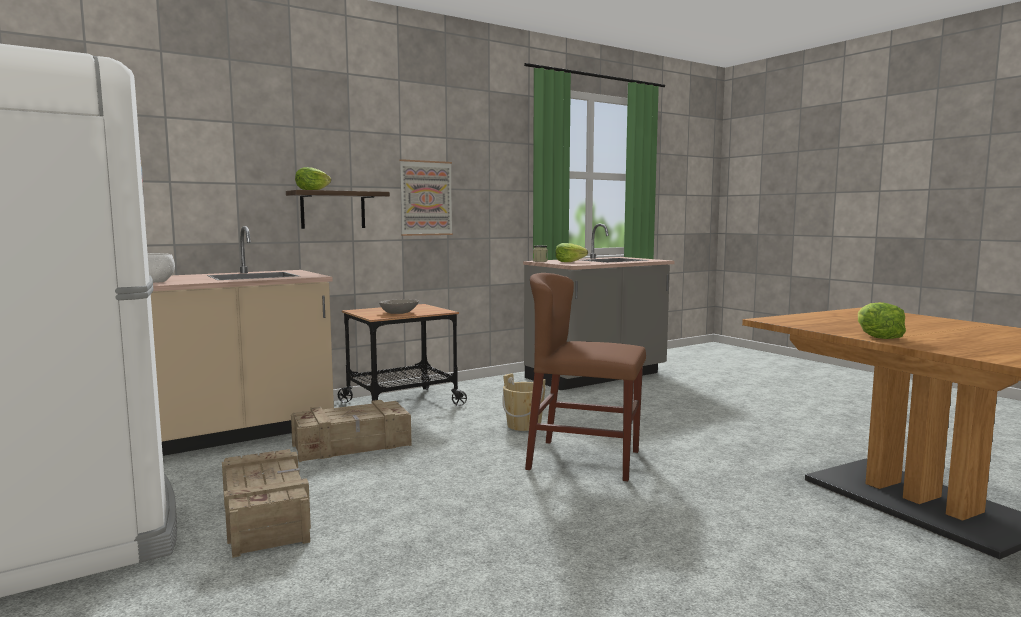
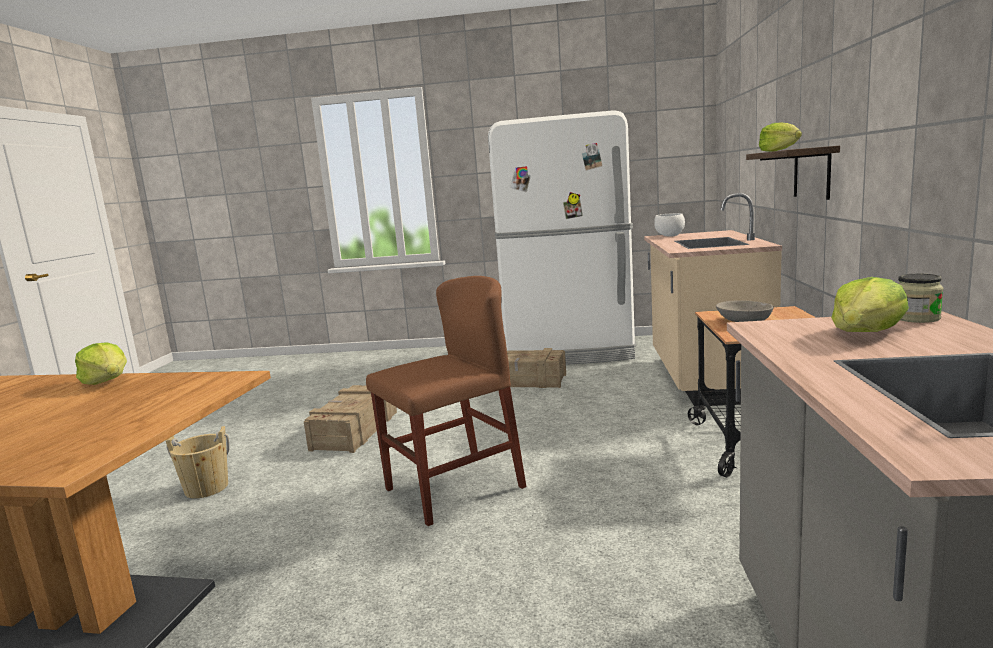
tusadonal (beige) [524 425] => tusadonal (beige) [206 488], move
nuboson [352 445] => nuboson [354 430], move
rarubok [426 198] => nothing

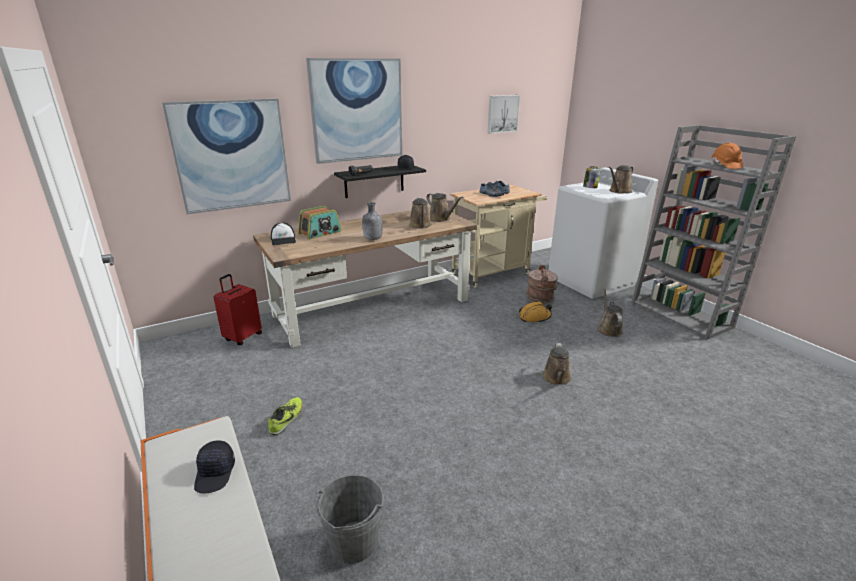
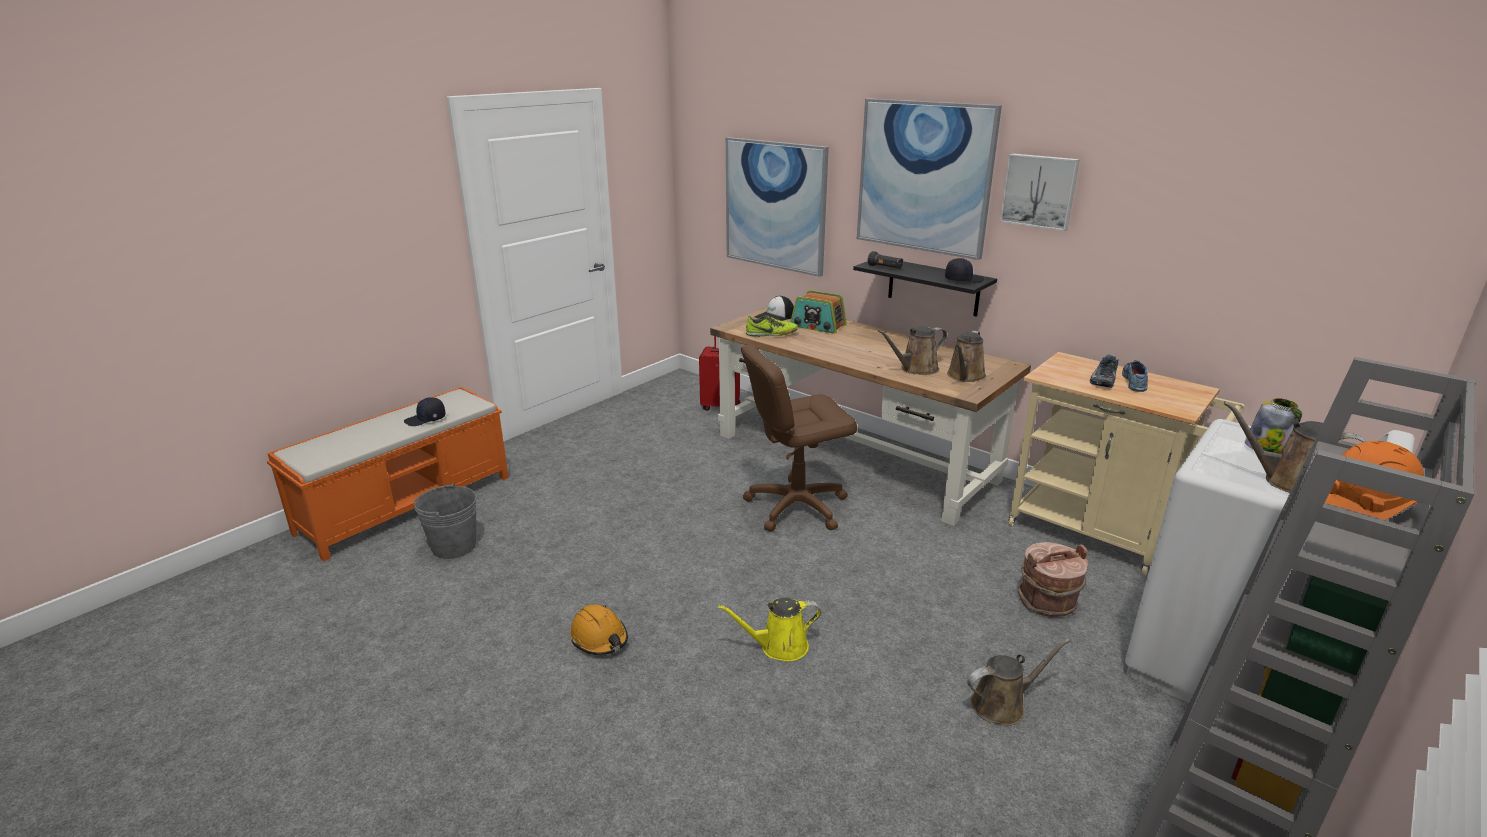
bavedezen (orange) [534 317] => bavedezen (orange) [599 638], move
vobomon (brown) [557 379] => vobomon (yellow) [779 646]
nothing => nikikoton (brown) [796 506]
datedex [287 419] => datedex [771 334], move
rarubok [502 113] => rarubok [1039 191], move
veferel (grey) [372 239] => nothing

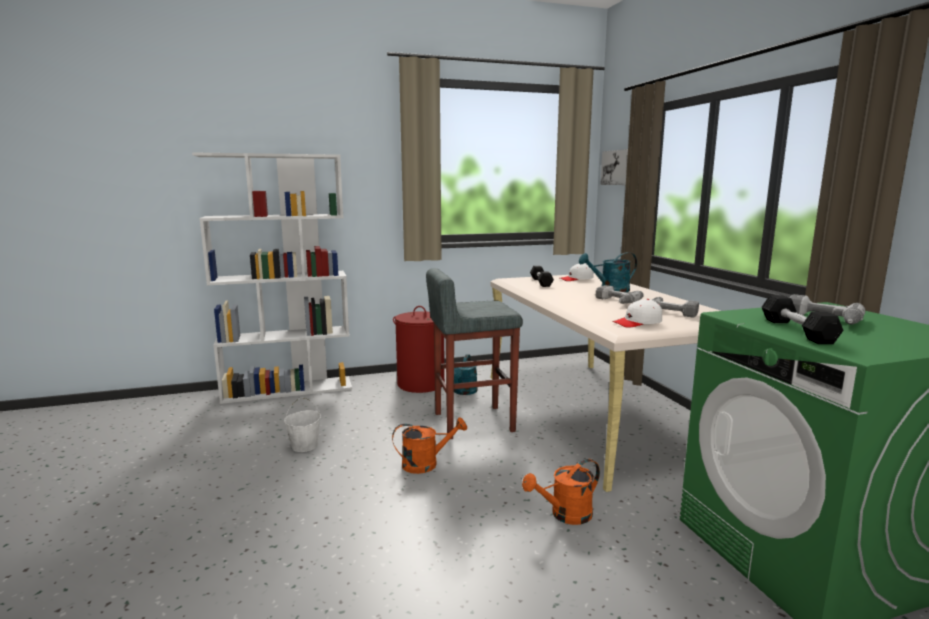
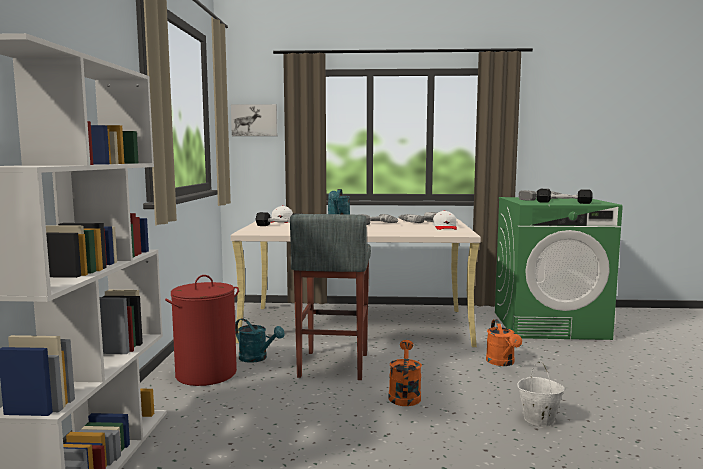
tusadonal (white) [304 446] => tusadonal (white) [538 419], move

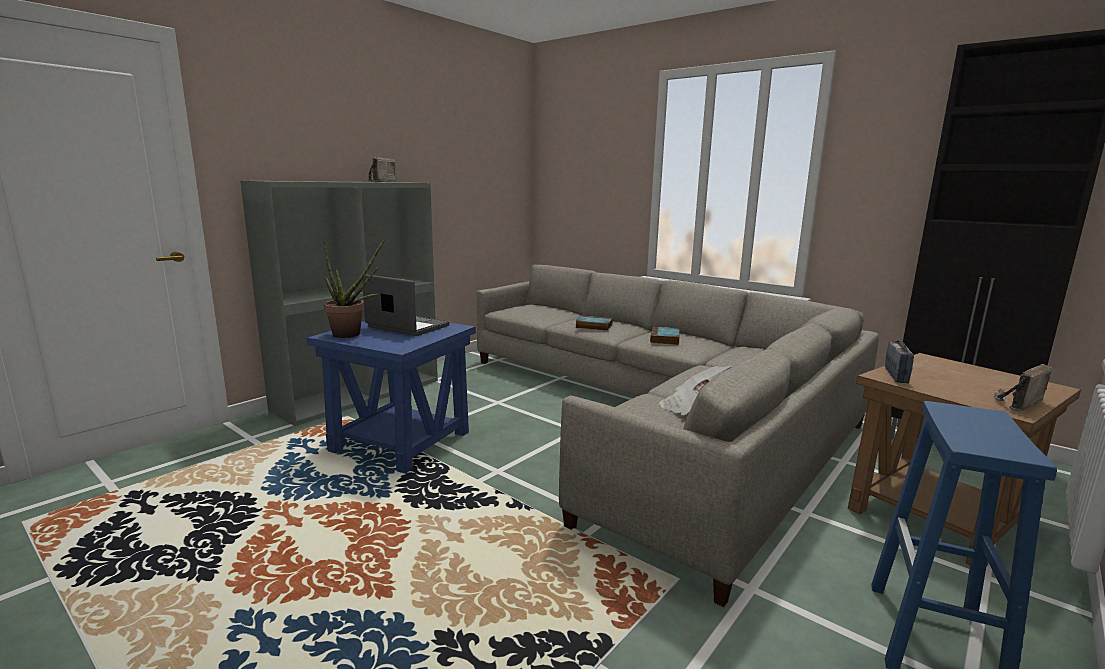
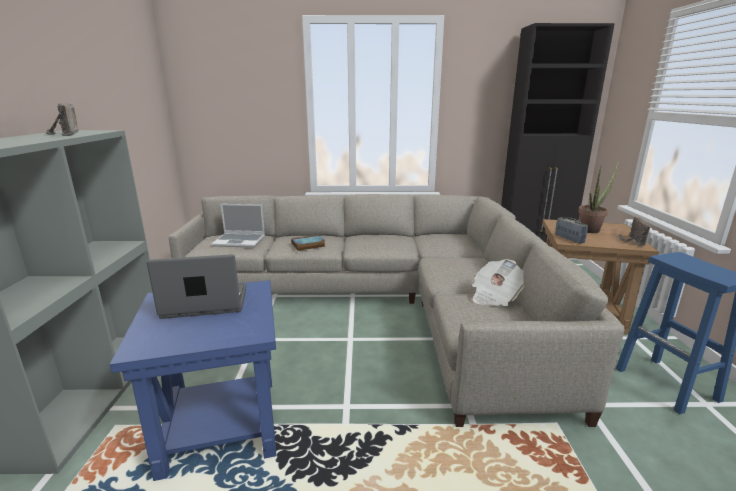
nothing => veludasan [240 241]
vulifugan [352 334] => vulifugan [591 229], move
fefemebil [665 339] => nothing

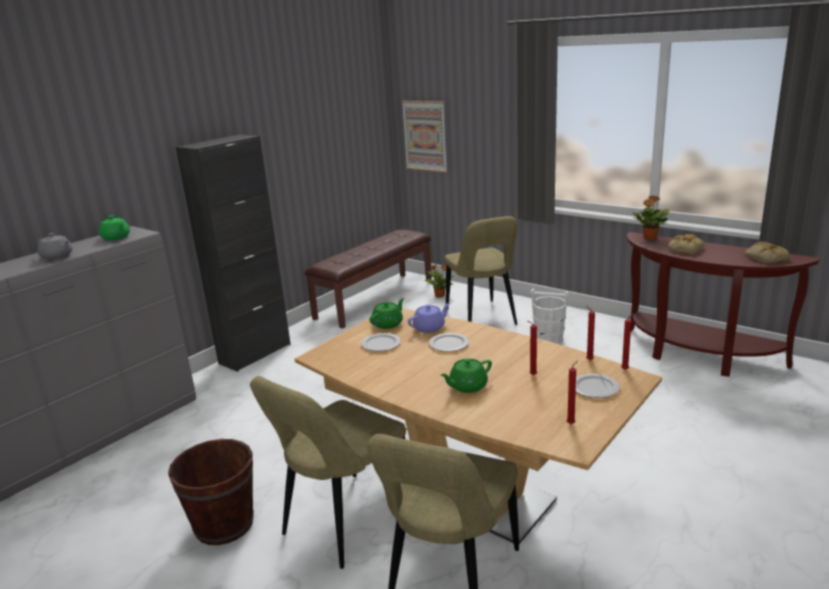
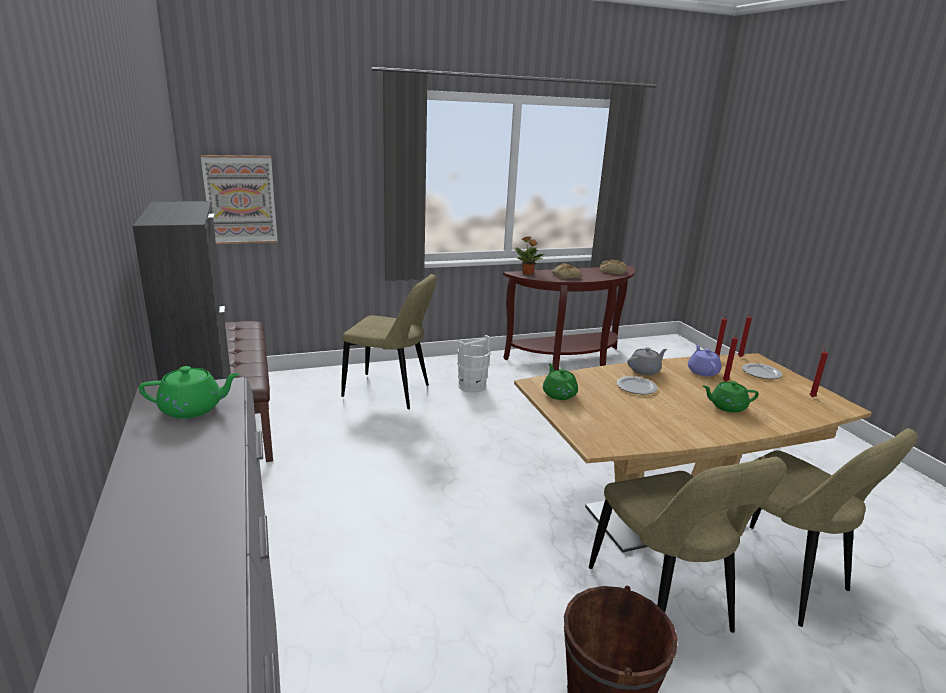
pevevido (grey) [57 256] => pevevido (grey) [645 370], move
pevevido (purple) [430 327] => pevevido (purple) [702 371], move
pevevido (green) [467 386] => pevevido (green) [726 407], 90 degrees clockwise
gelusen [381 344] => nothing
vulifugan [439 295] => nothing

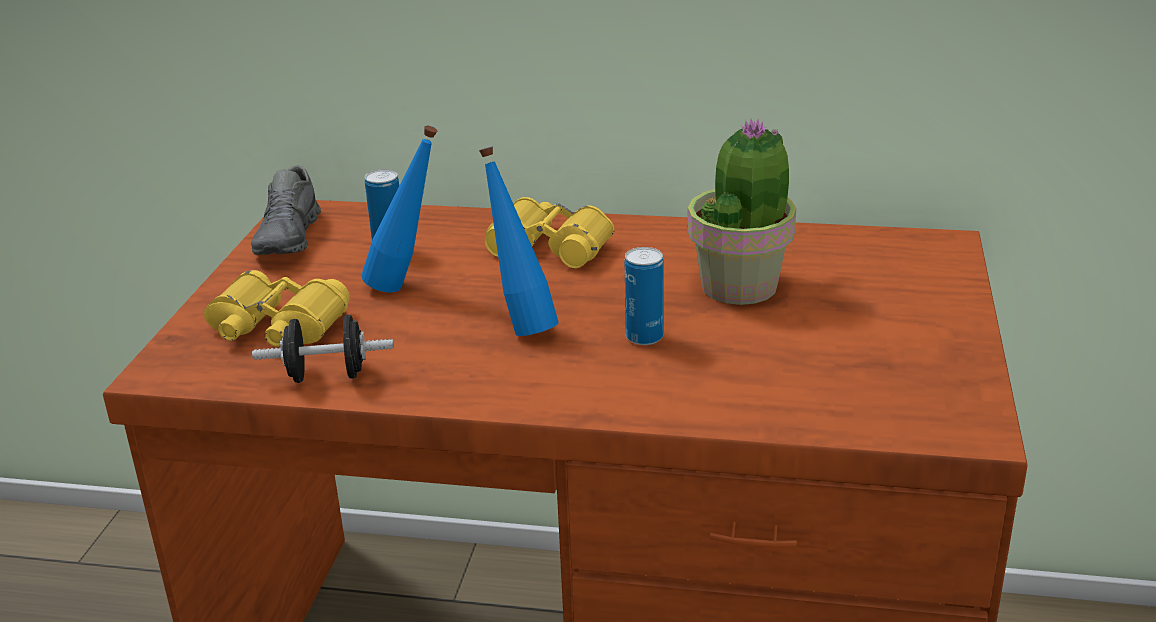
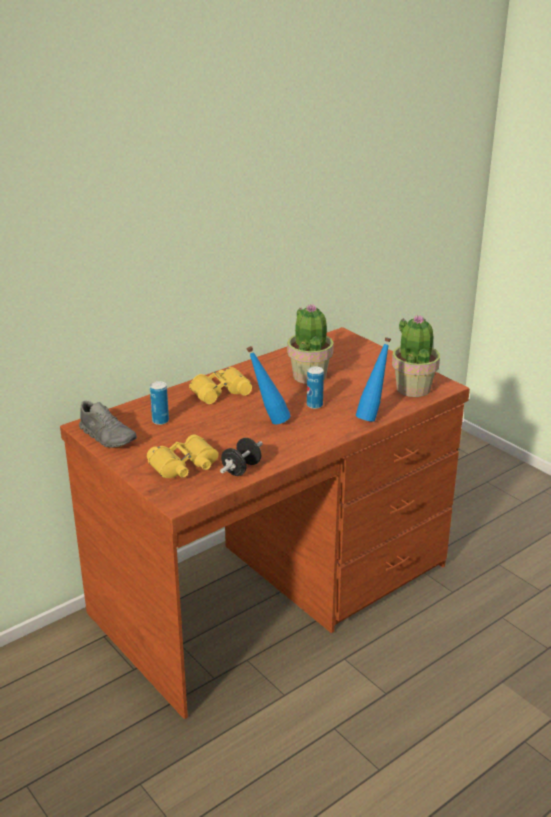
veferel (blue) [407 287] => veferel (blue) [372 416], move
nothing => vulifugan [413 388]

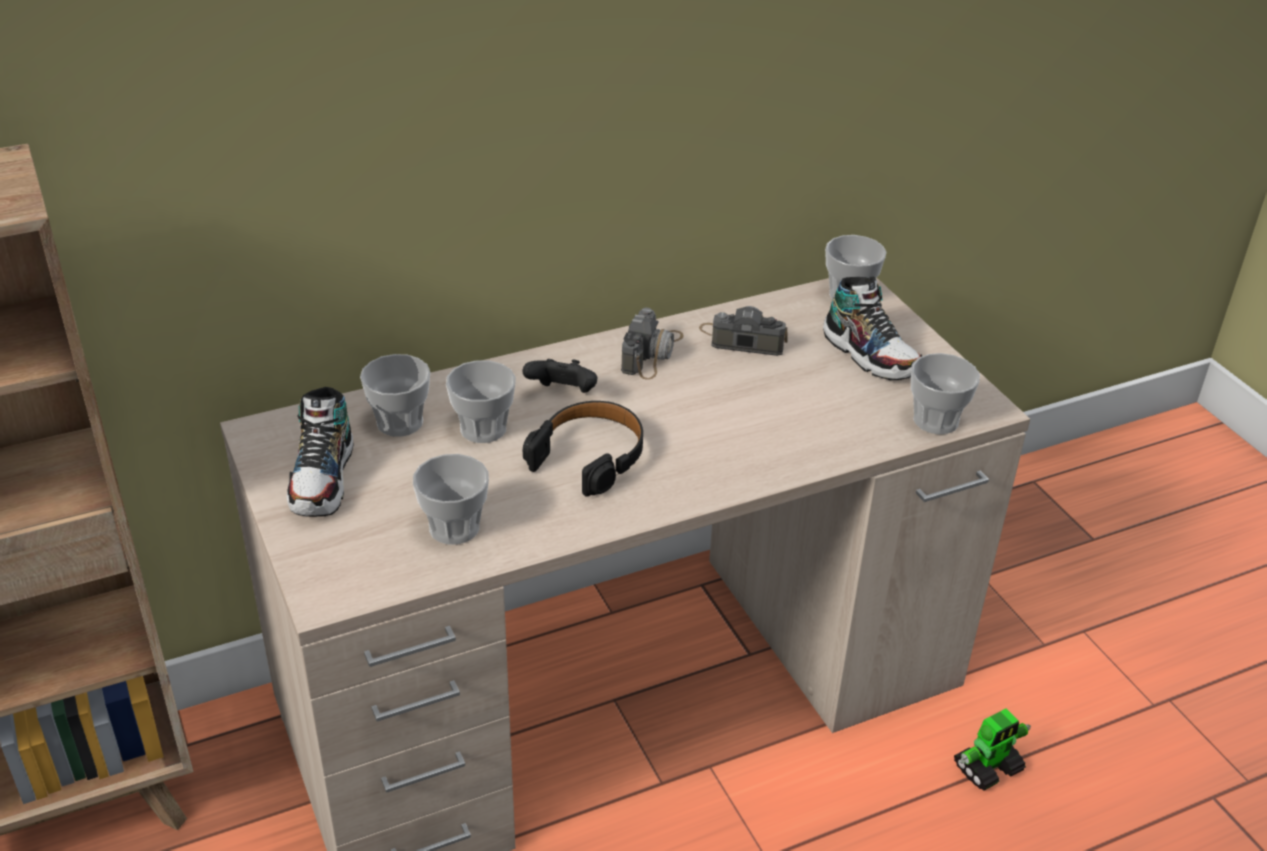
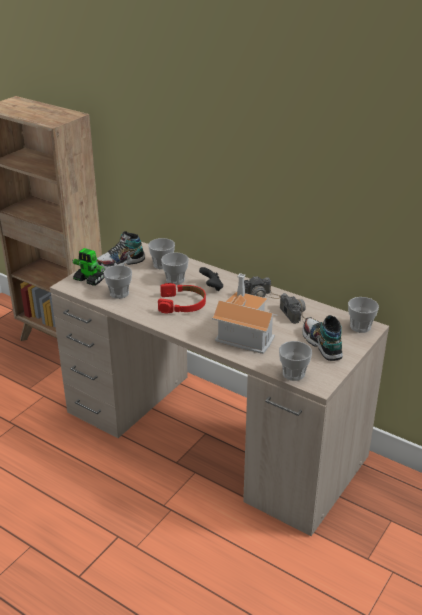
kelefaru [988 767] => kelefaru [90 280], move
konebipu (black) [589 456] => konebipu (red) [182 304]
nothing => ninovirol [244 332]
datedex [871 354] => datedex [321 344], 135 degrees clockwise

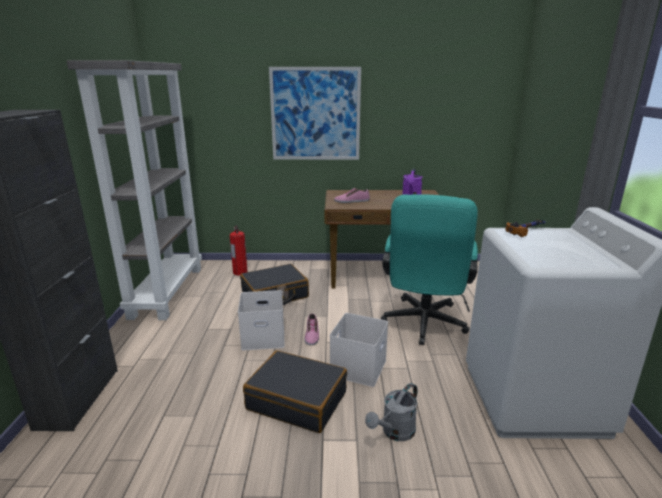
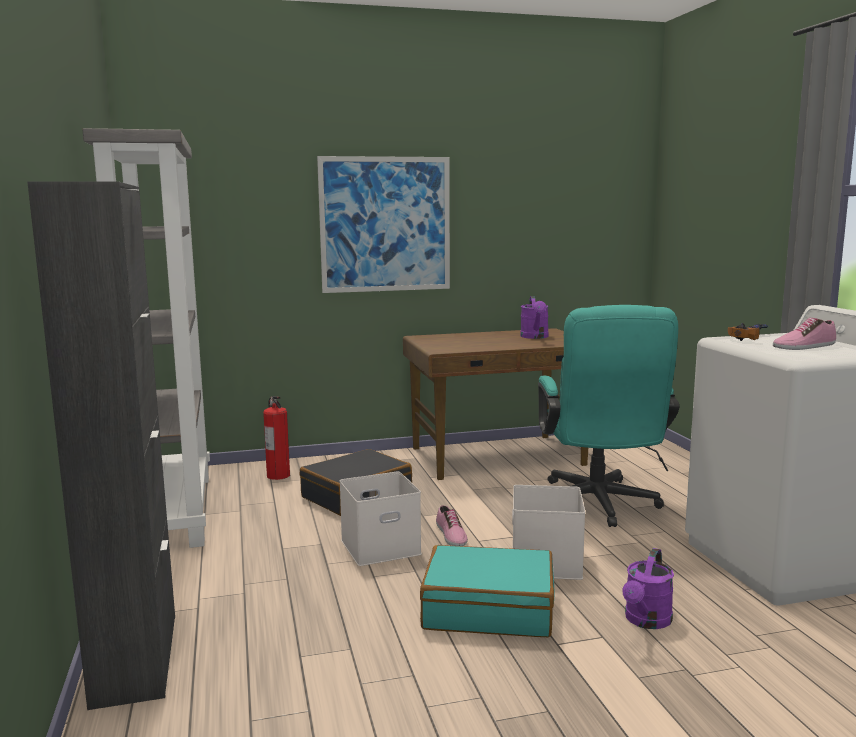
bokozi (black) [297 400] => bokozi (turquoise) [489 609]
vobomon (grey) [394 432] => vobomon (purple) [646 621]
datedex [351 201] => datedex [803 346], move

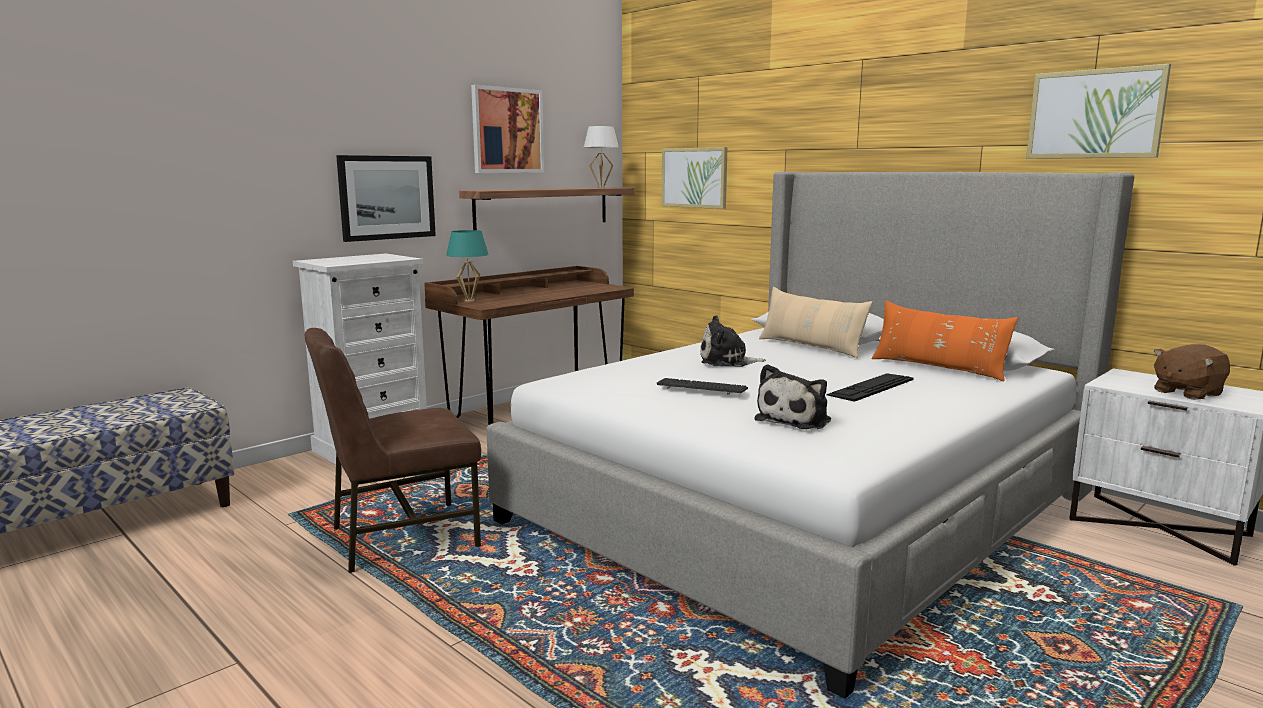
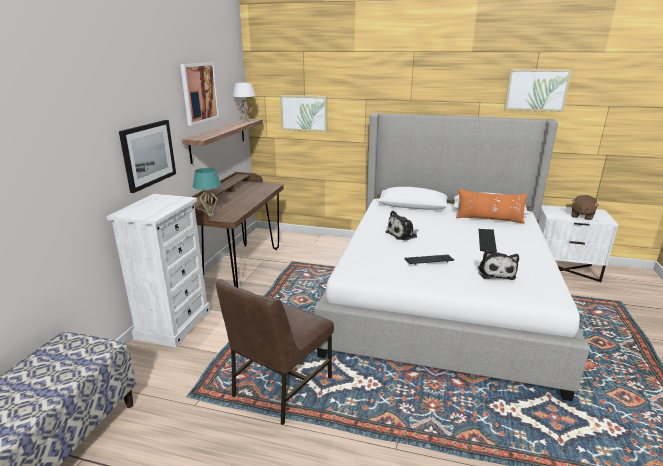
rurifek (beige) [810 347] => nothing

